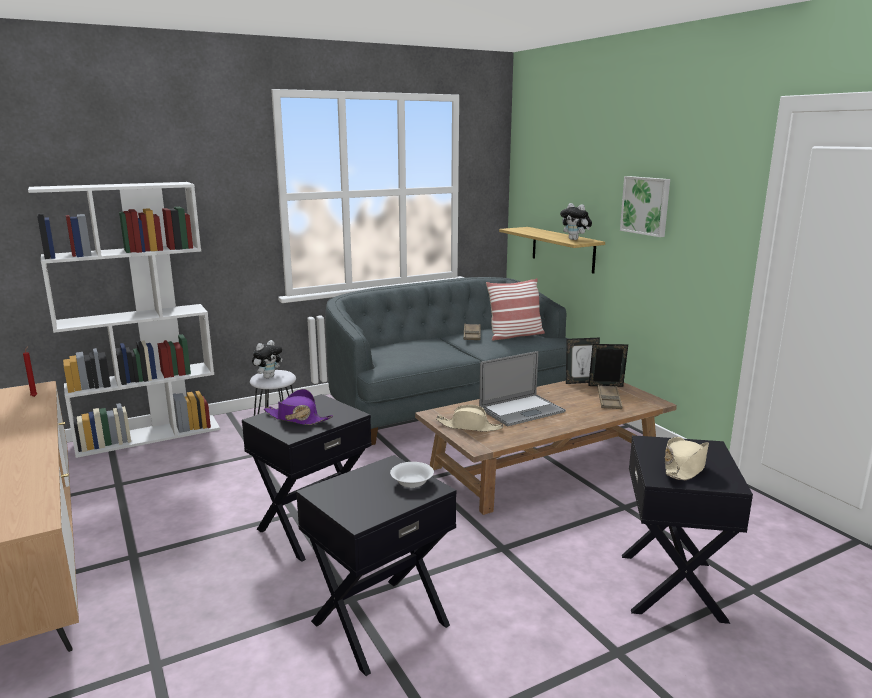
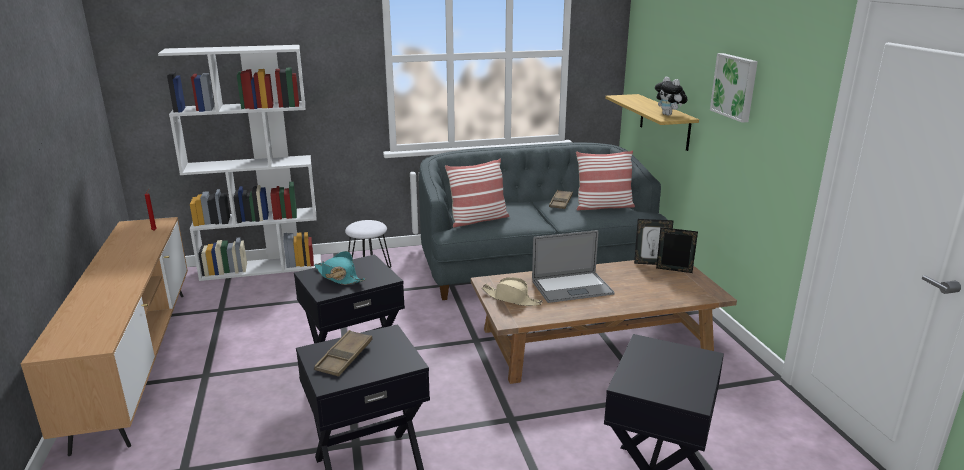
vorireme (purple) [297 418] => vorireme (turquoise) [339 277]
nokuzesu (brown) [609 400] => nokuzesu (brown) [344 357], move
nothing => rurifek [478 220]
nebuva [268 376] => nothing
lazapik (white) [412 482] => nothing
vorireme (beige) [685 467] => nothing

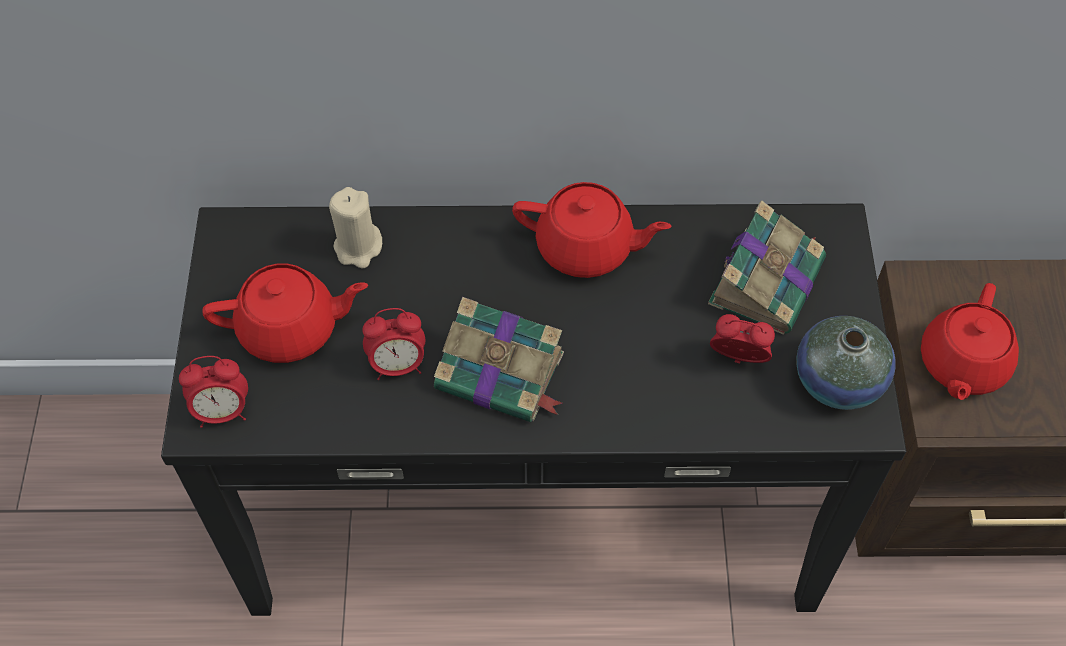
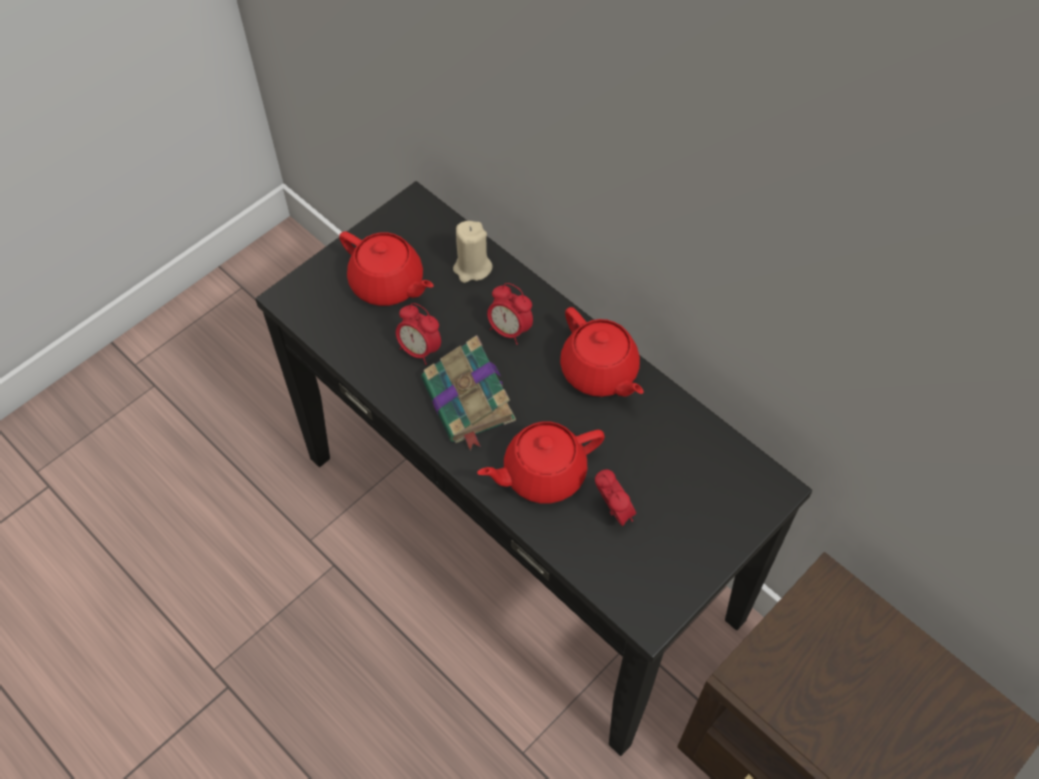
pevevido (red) [961 364] => pevevido (red) [542 473], move
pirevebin [222 411] => pirevebin [509 330], move
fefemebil [767 279] => nothing
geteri [838 380] => nothing

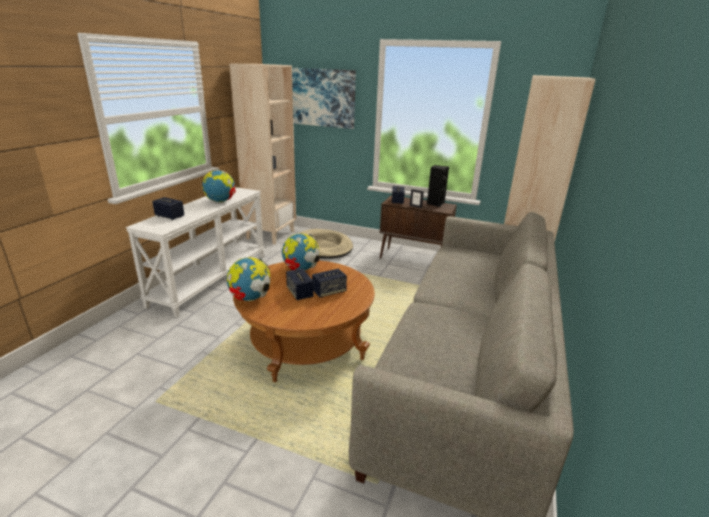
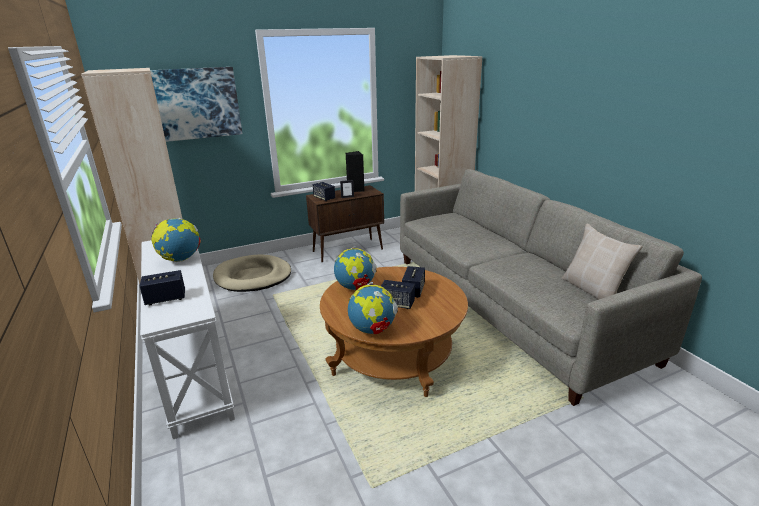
nothing => rurifek (beige) [593 290]

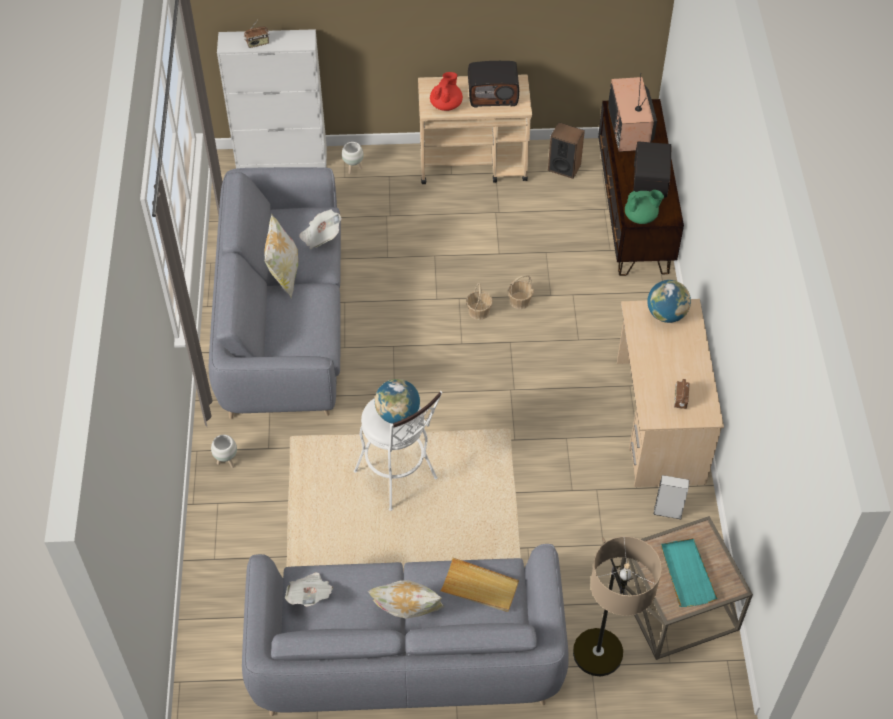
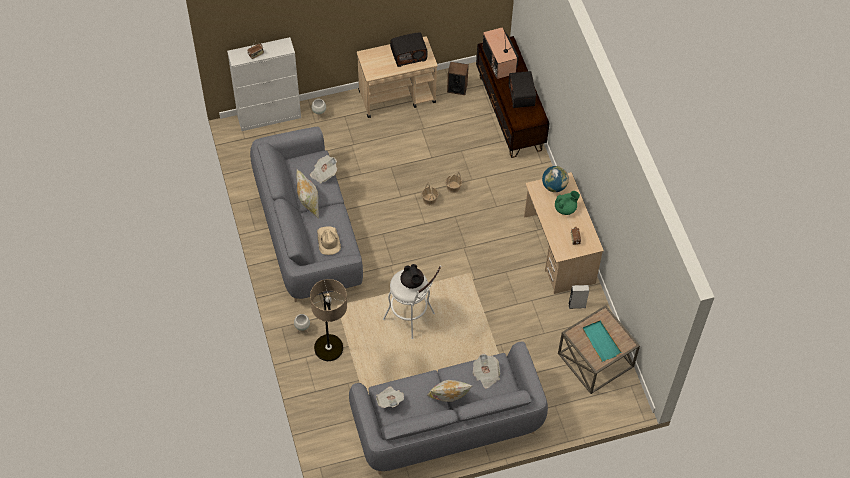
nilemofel [599 672] => nilemofel [331 358], move
nothing => vorireme (beige) [328 241]
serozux [398 414] => pevevido (black) [412 282]
nokuzesu (beige) [480 587] => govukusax [486 374]
pevevido (green) [641 217] => pevevido (green) [565 208], move
pevevido (red) [446 104] => nothing

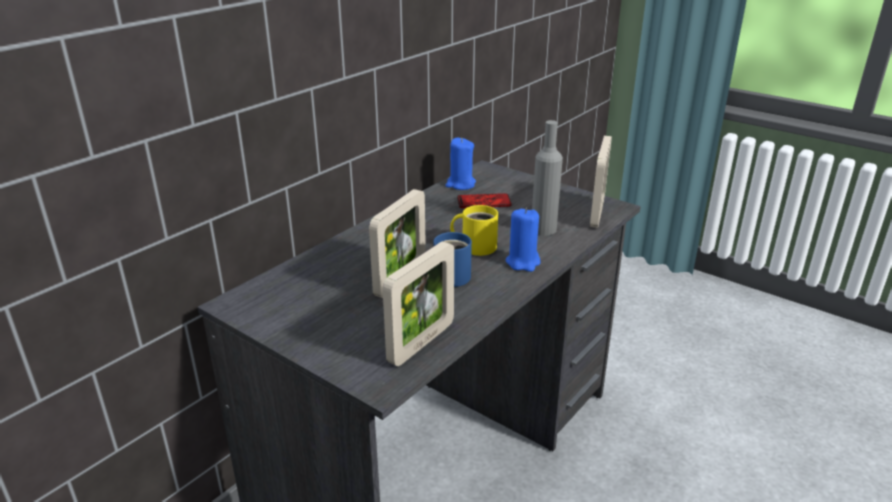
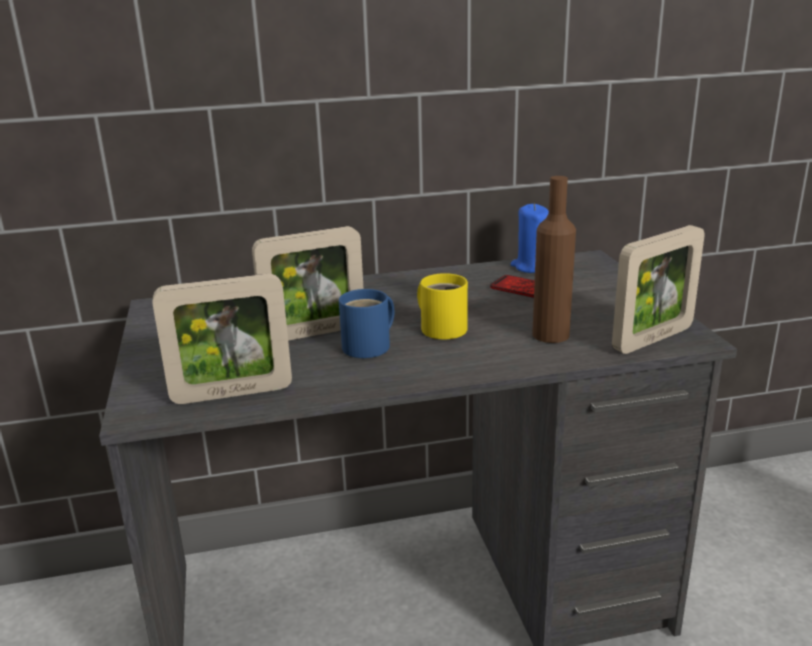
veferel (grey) [543 229] => veferel (brown) [550 335]
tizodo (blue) [523 262] => nothing

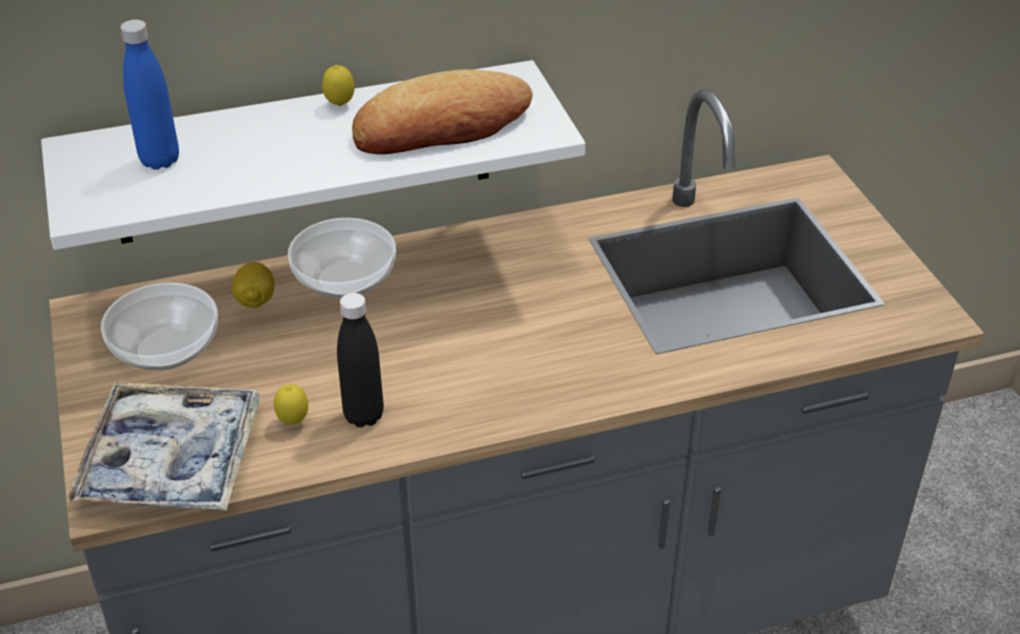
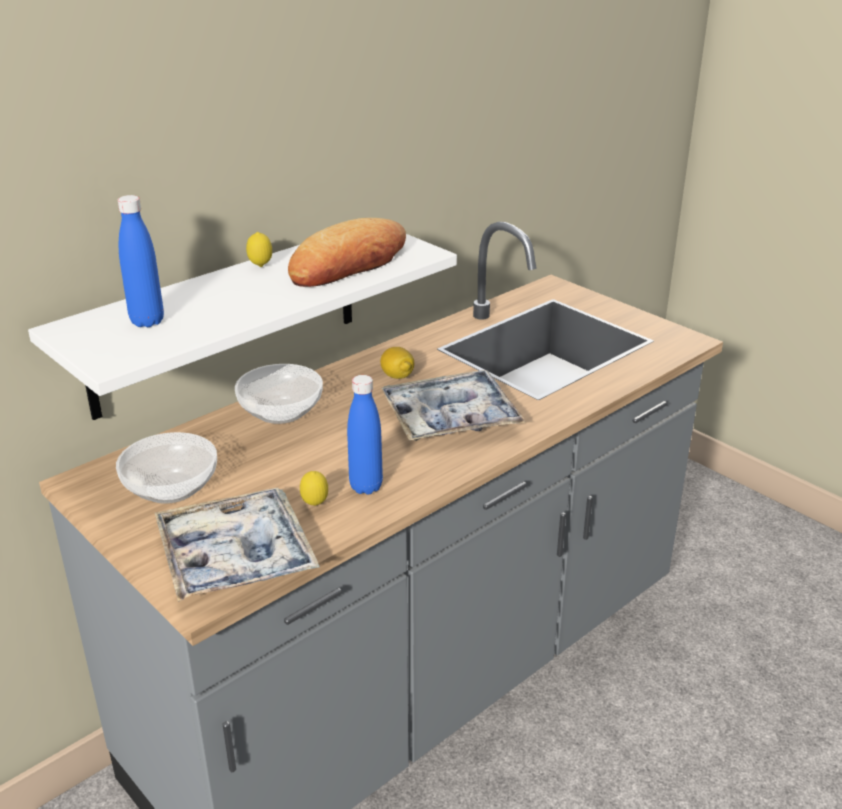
veferel (black) [364 415] => veferel (blue) [366 487]
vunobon [255 300] => vunobon [397 376], move
nothing => nokuzesu [450 418]

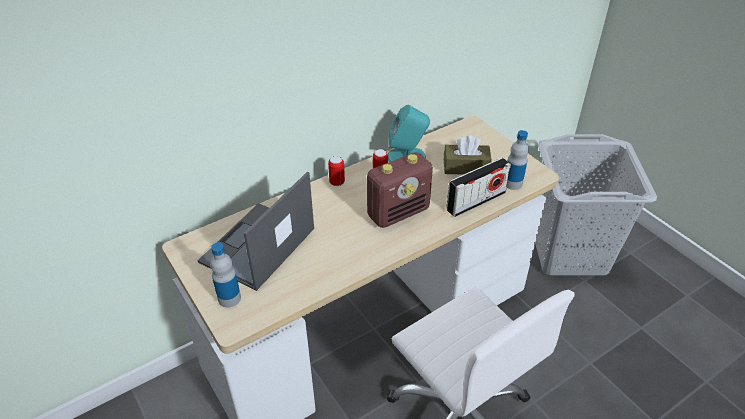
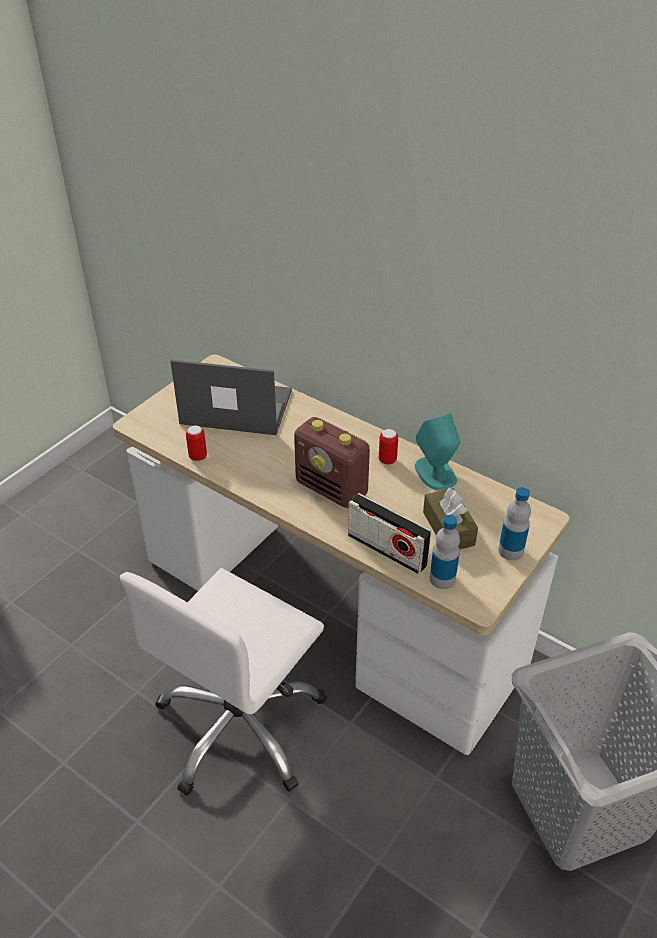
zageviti [337 182] => zageviti [198 456], move
veferel [229 298] => veferel [510 551], move

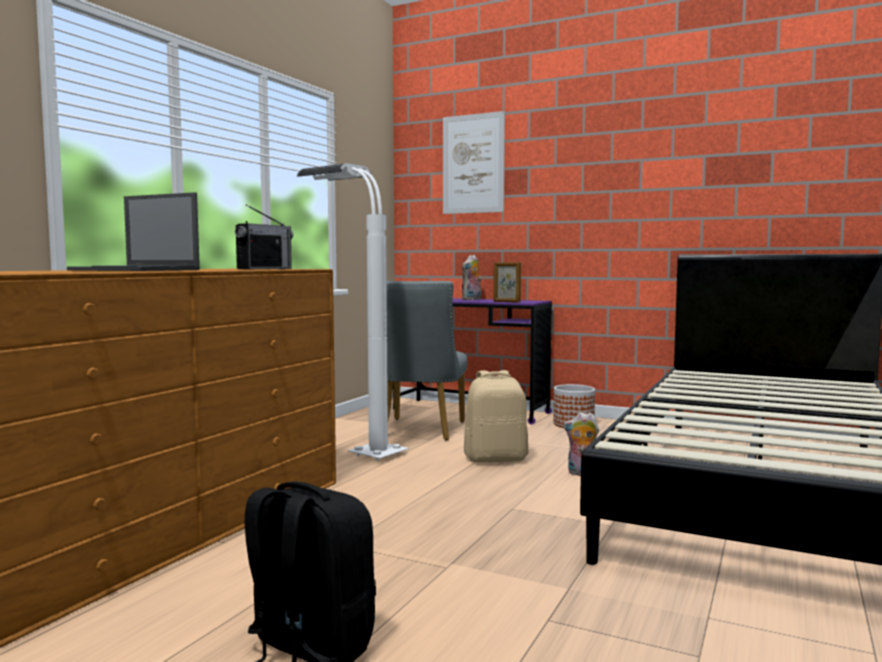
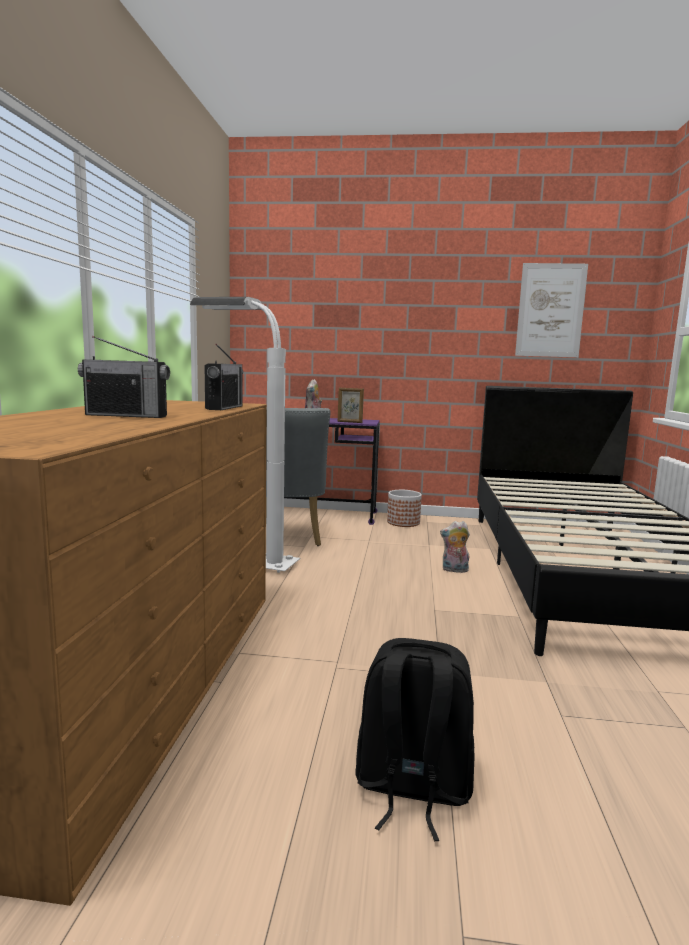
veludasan [136 270] => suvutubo [127 416]
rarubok [473 164] => rarubok [550 310], move
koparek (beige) [496 458] => nothing

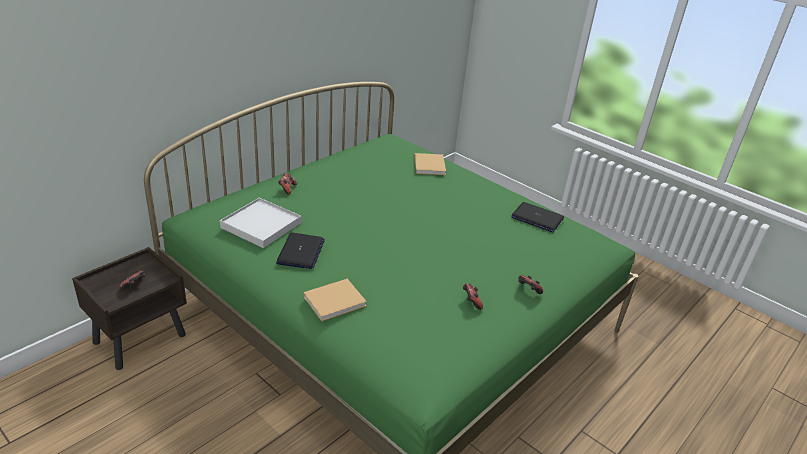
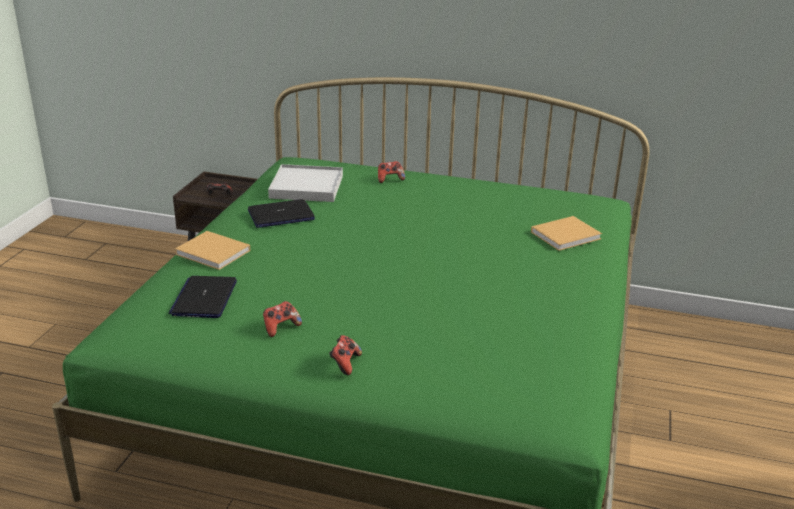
veludasan [537 218] => veludasan [204 298], move

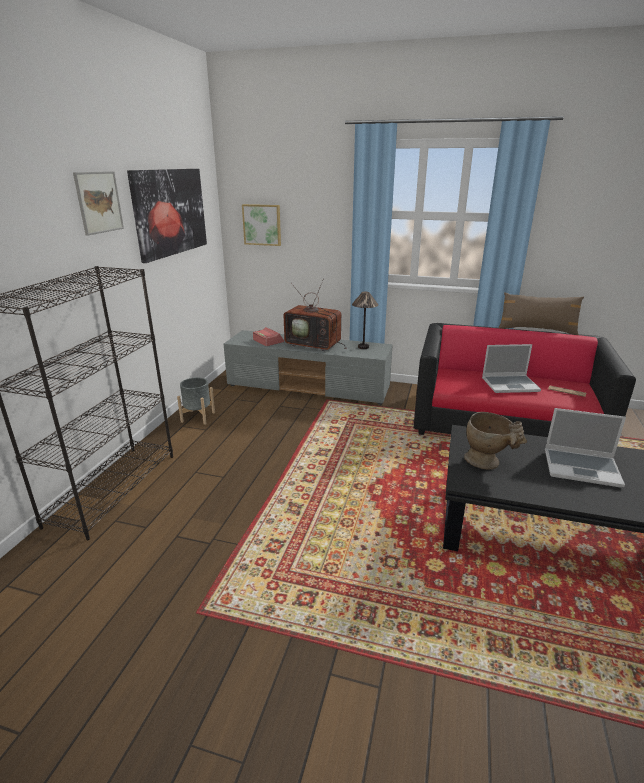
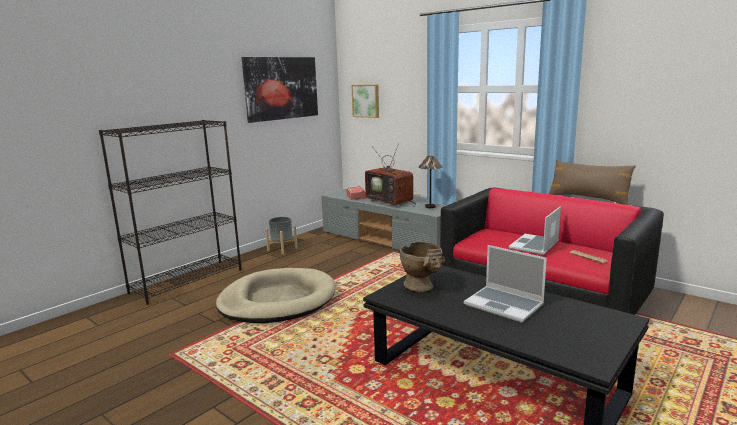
nothing => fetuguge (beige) [277 300]
veludasan [510 384] => veludasan [534 246], 105 degrees clockwise
rarubok [99 202] => nothing

